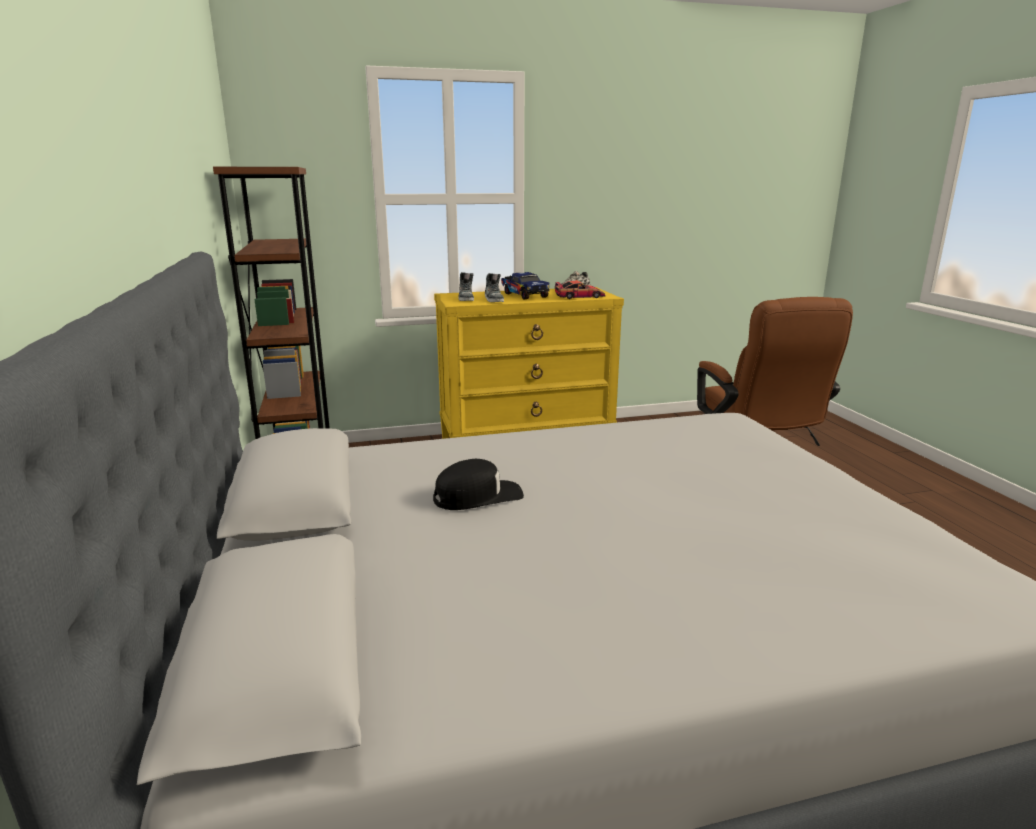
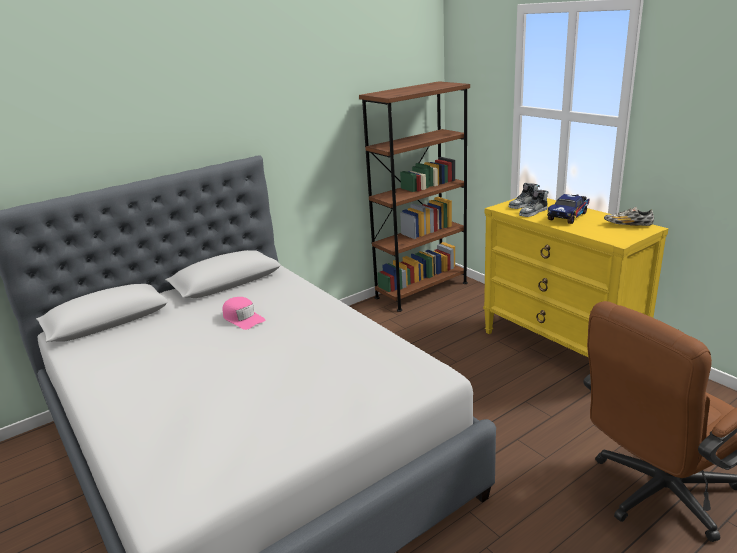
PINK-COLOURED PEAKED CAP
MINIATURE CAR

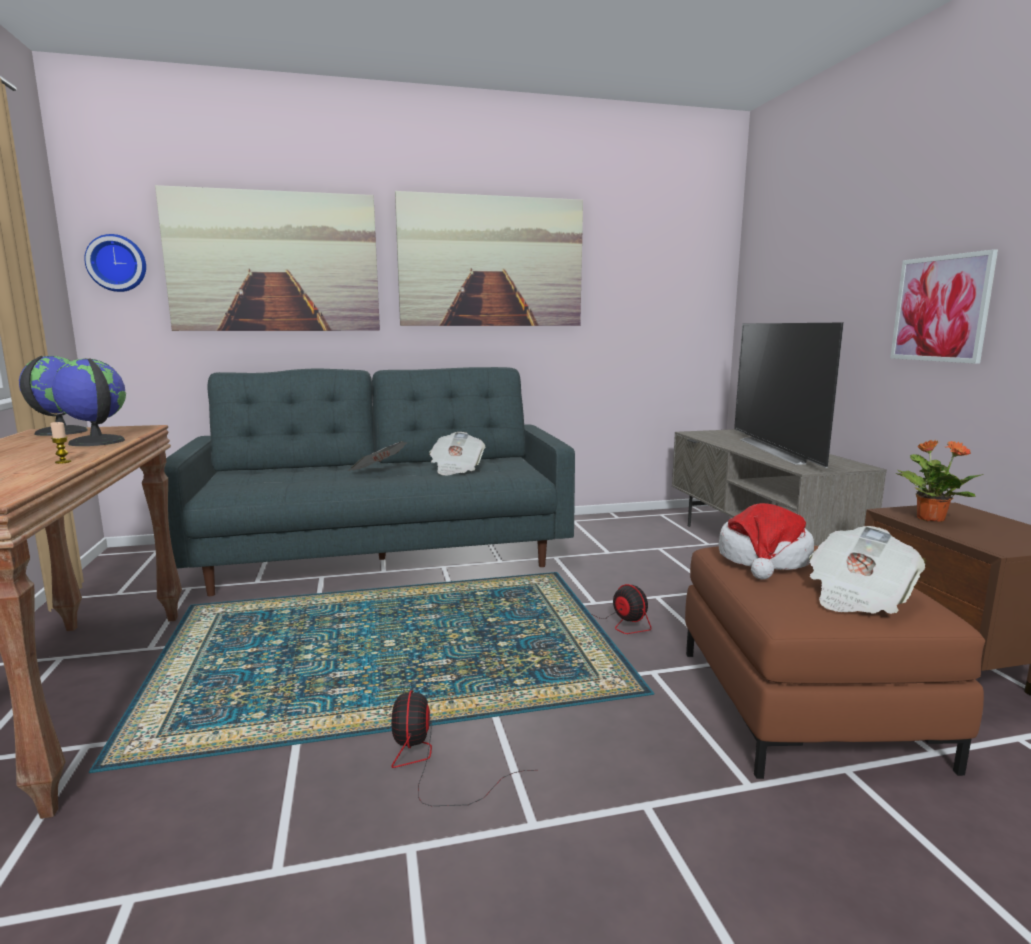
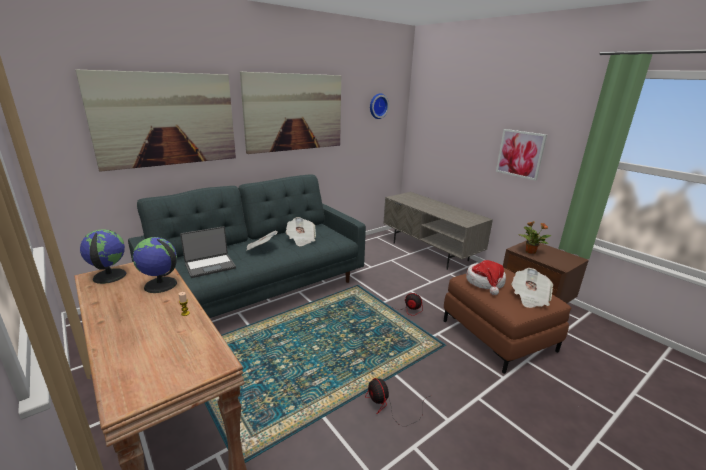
NOTEBOOK COMPUTER
WALL CLOCK
TV SET

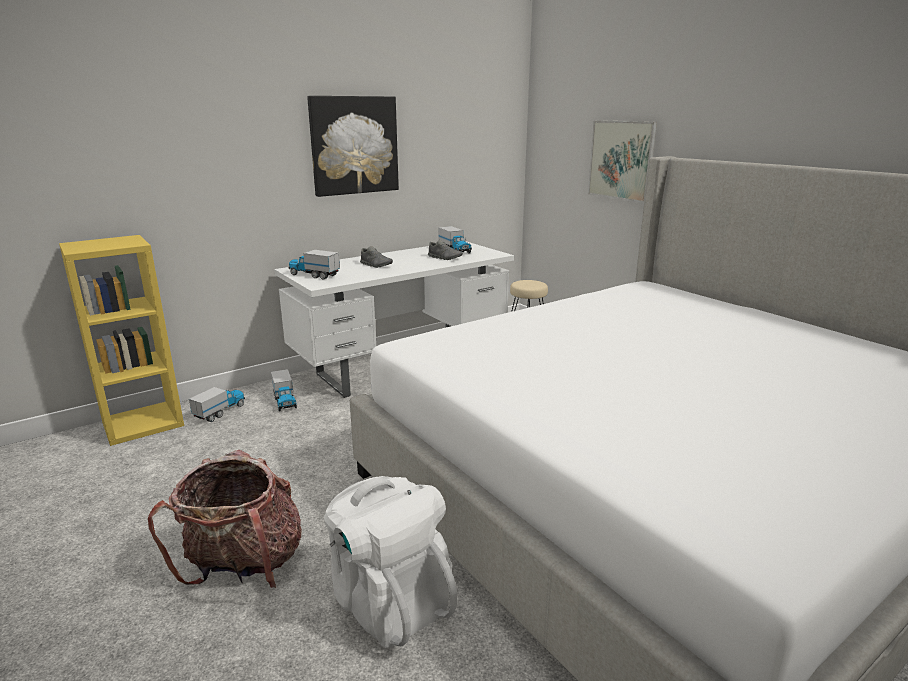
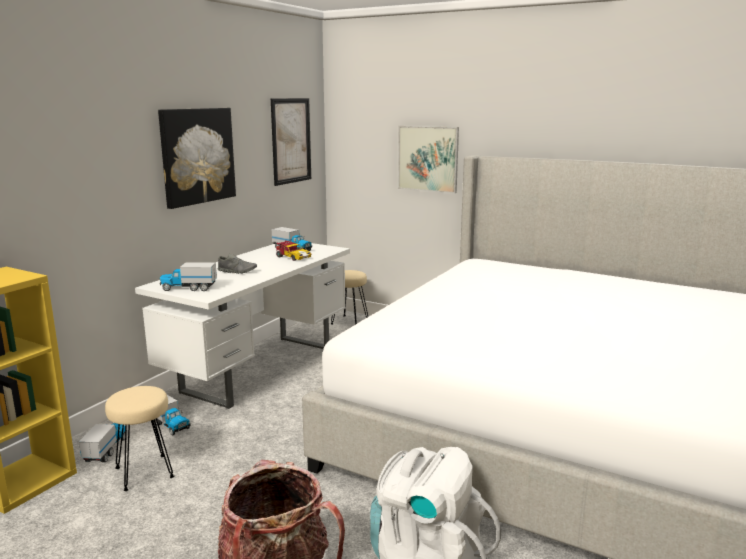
SAND-COLOURED STOOL (no. 1 from left)
PICTURE (no. 2 from left)
MINIATURE CAR

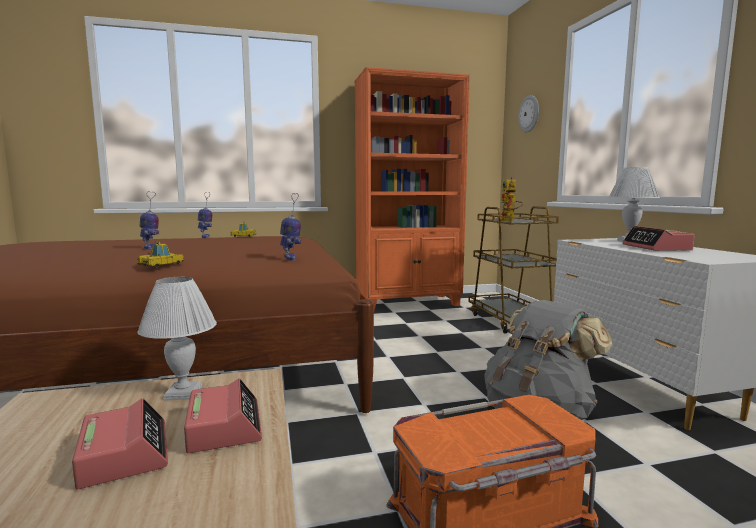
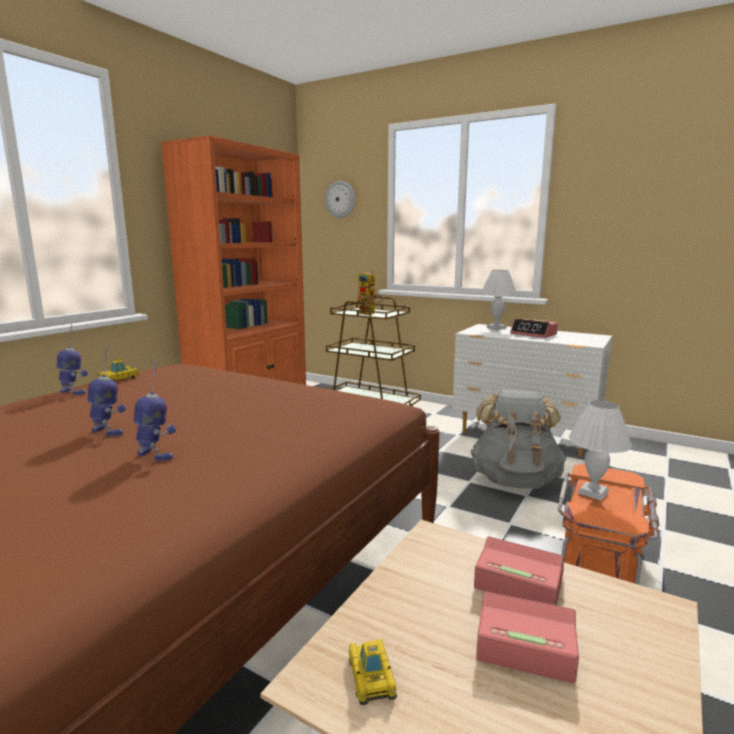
TOY ROBOT (no. 3 from left)
MINIATURE CAR (no. 2 from left)
WHITISH TABLETOP LAMP (no. 2 from left)

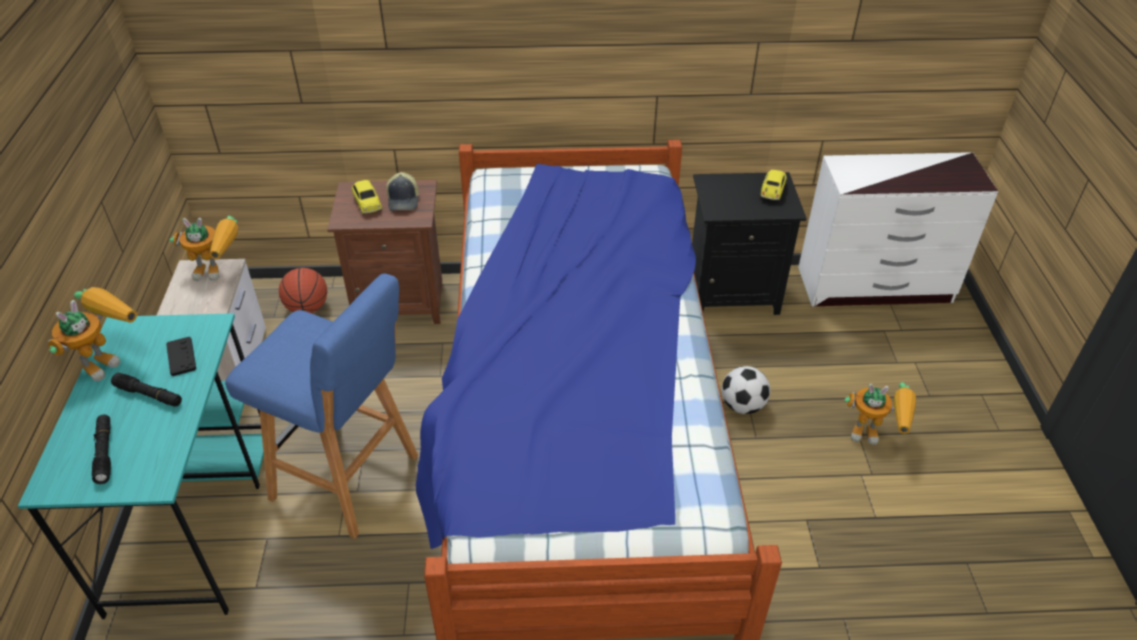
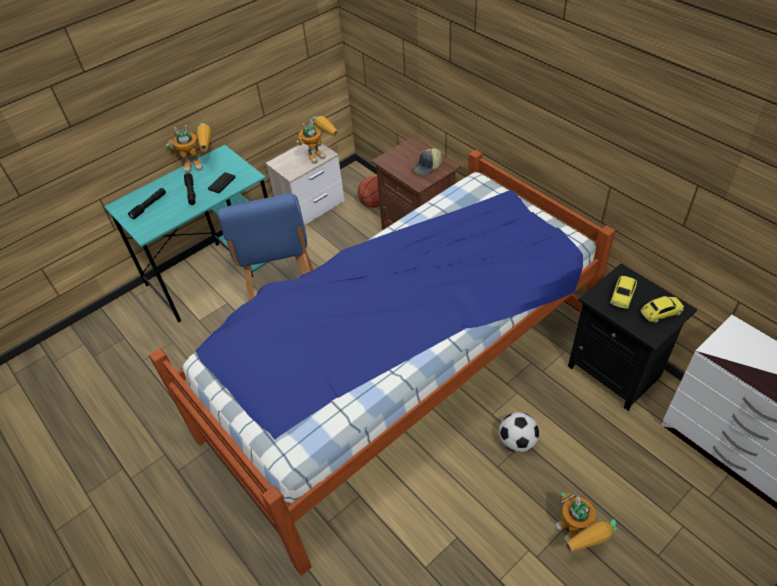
TOY ROBOT (no. 2 from left)
MINIATURE CAR (no. 1 from left)

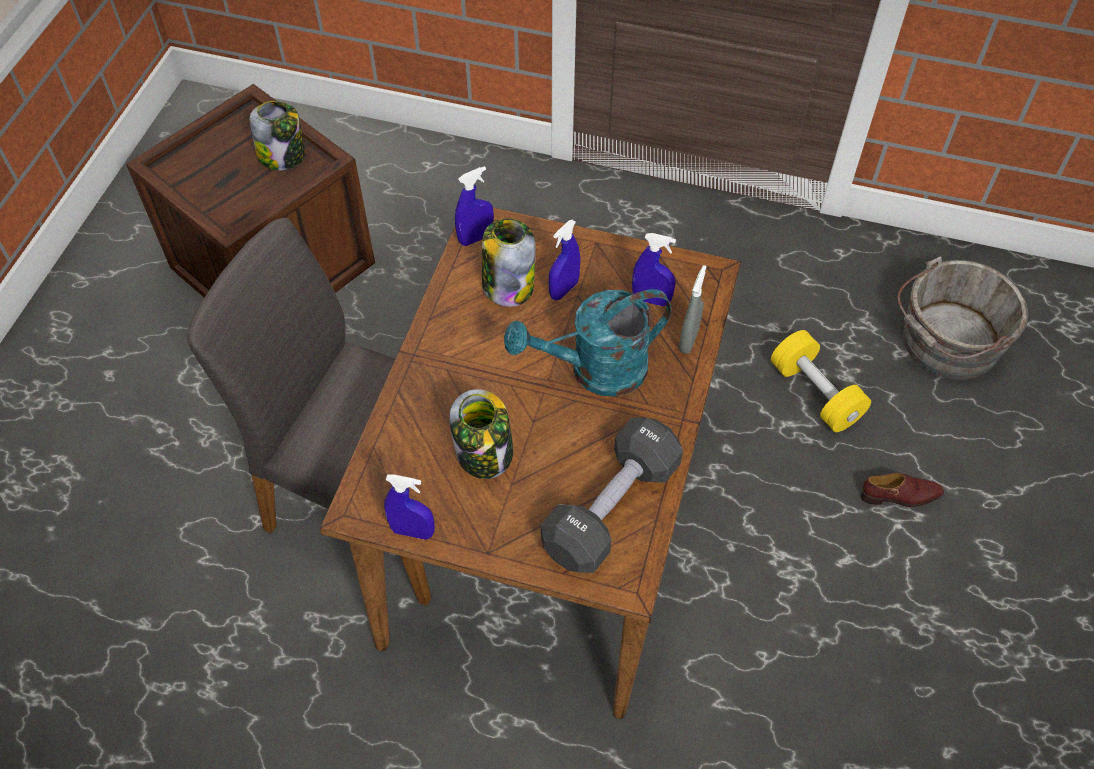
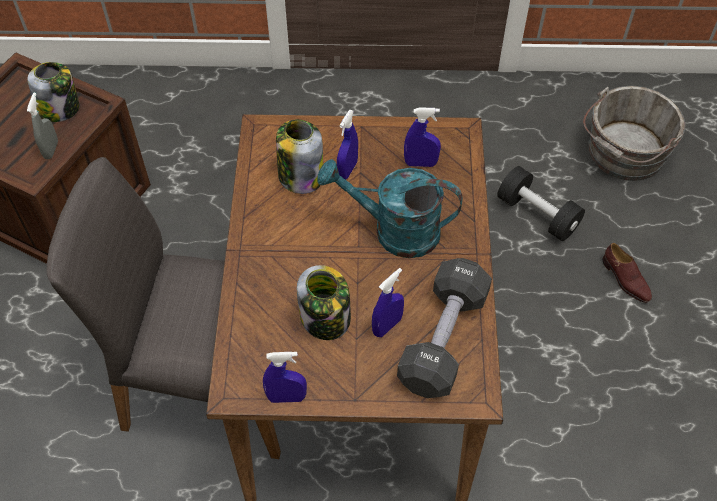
GREYISH HAND SPRAYER
BLUE-GREEN WATERING CAN
BLUE HAND SPRAYER (no. 3 from left)
BLACK DUMBBELL (no. 2 from left)
BROWN-COLOURED SHOE

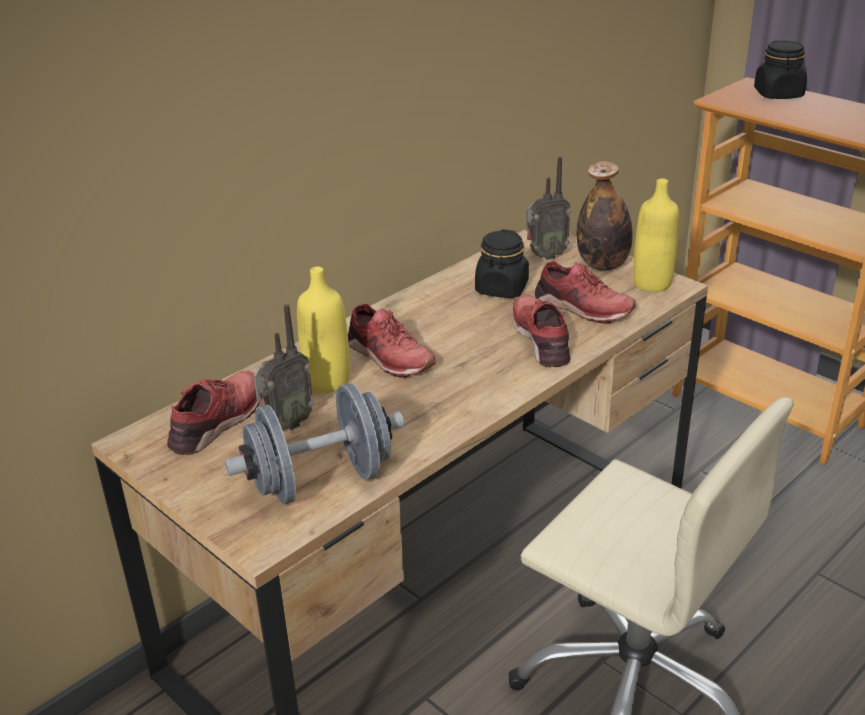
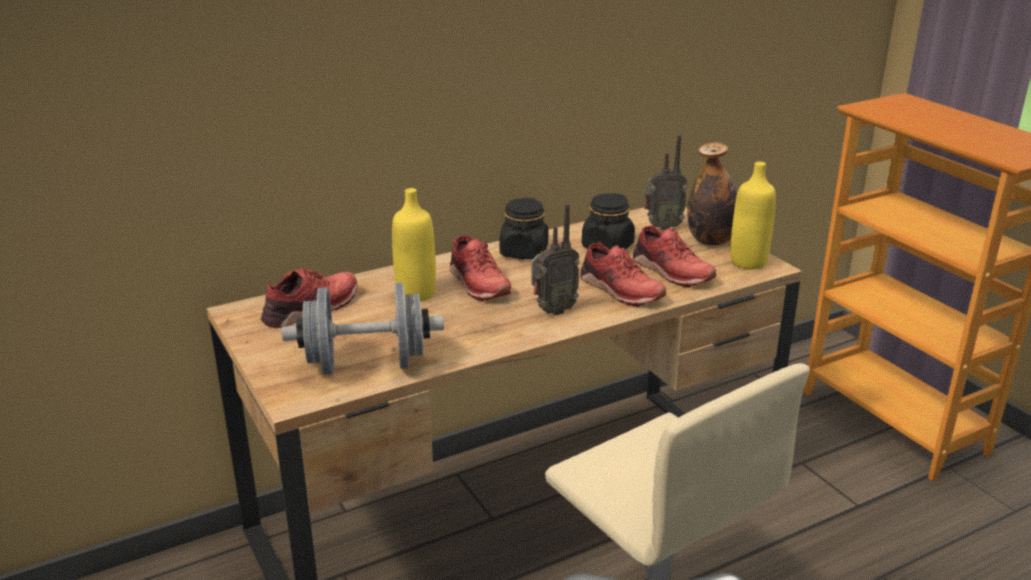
BLACK PRESERVE JAR (no. 1 from left)
RADIO SET (no. 1 from left)
RED-COLOURED SHOE (no. 3 from left)

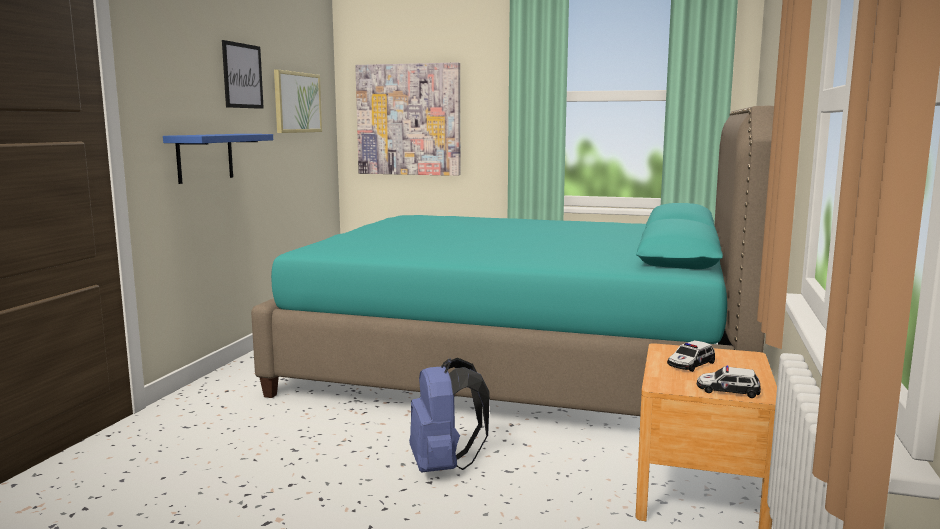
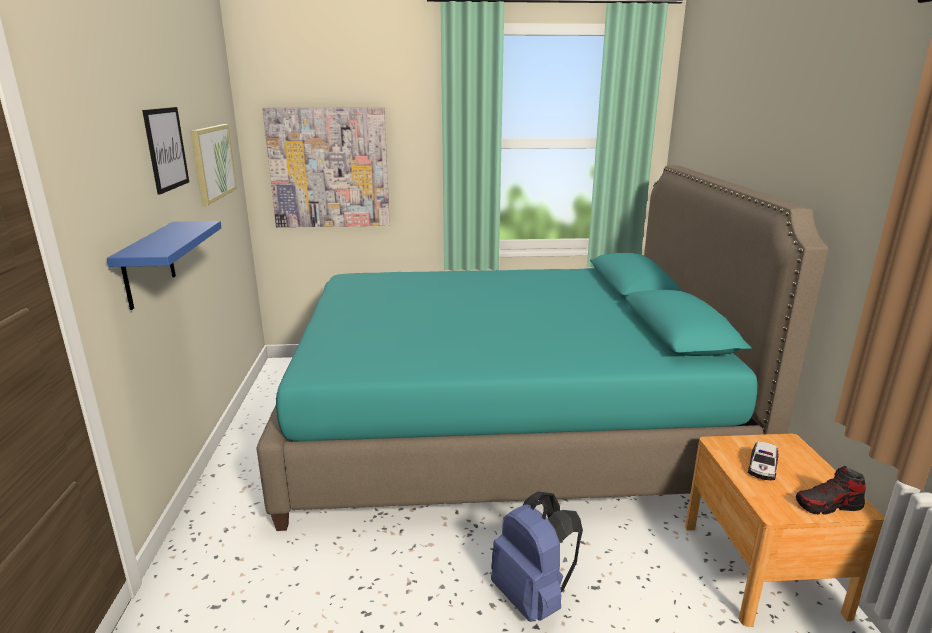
SHOE

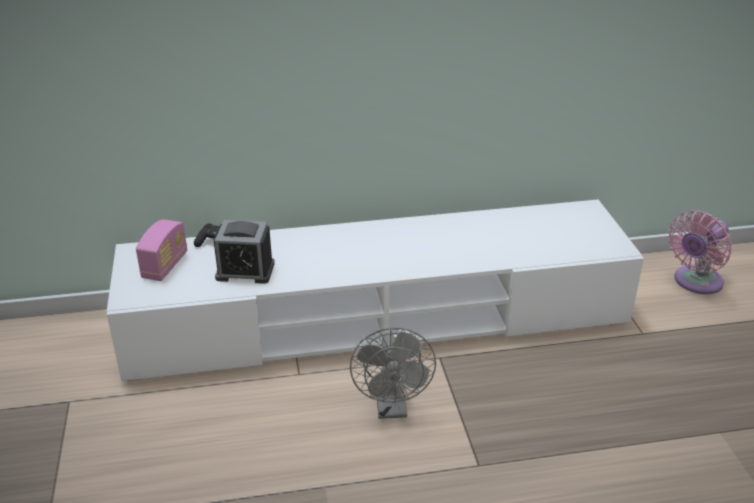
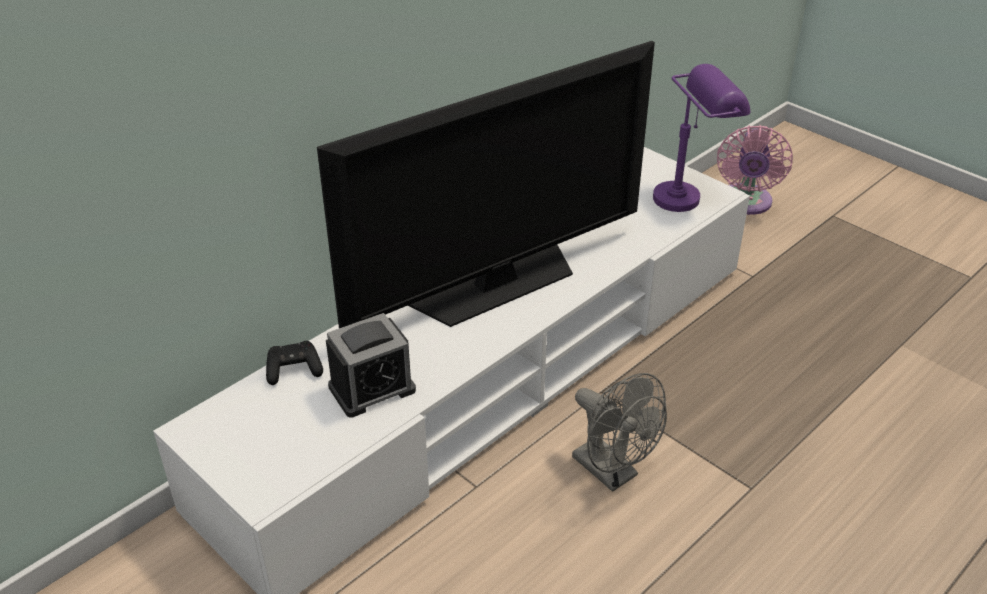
TV SET
PURPLE TABLETOP LAMP
RADIO SET

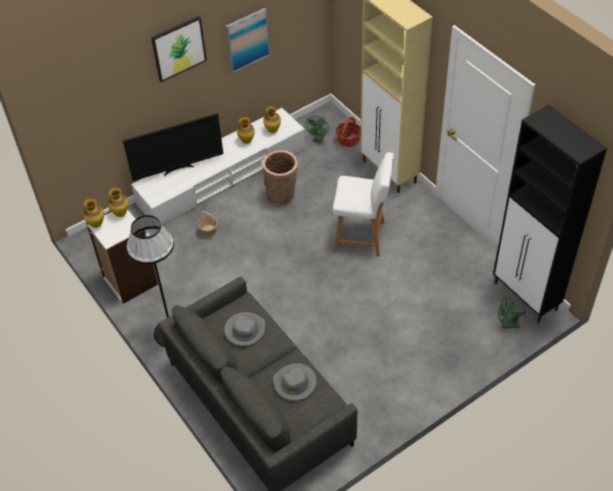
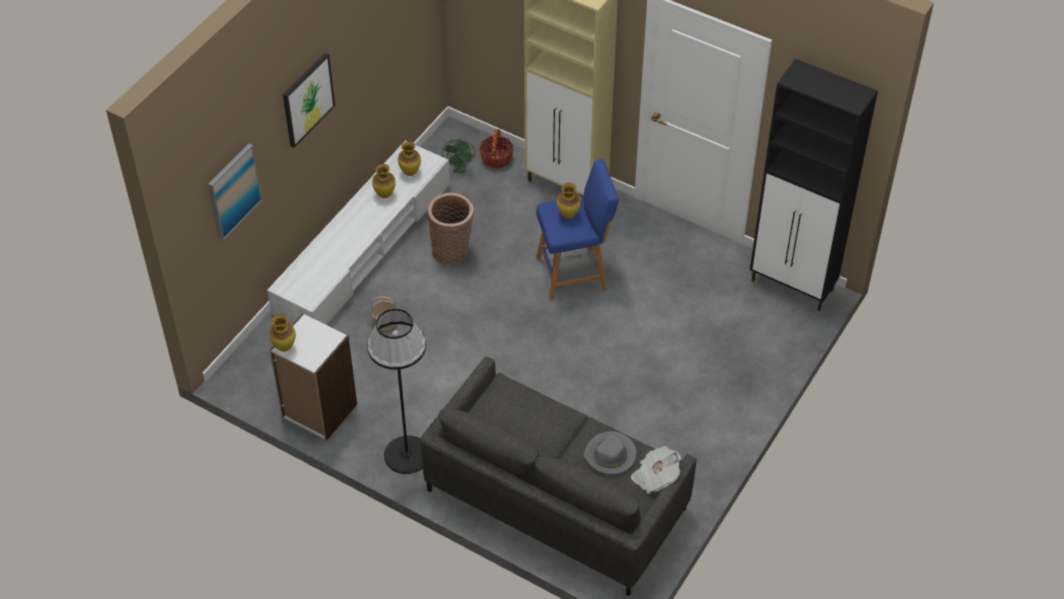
PICTURE (no. 1 from left)
BLUE STOOL
VASE (no. 4 from left)
PRINTED PAPER
TV SET
GREYISH CLOTHING HAT (no. 1 from left in the first image)
GREENISH ELECTRIC FAN (no. 2 from left in the first image)

